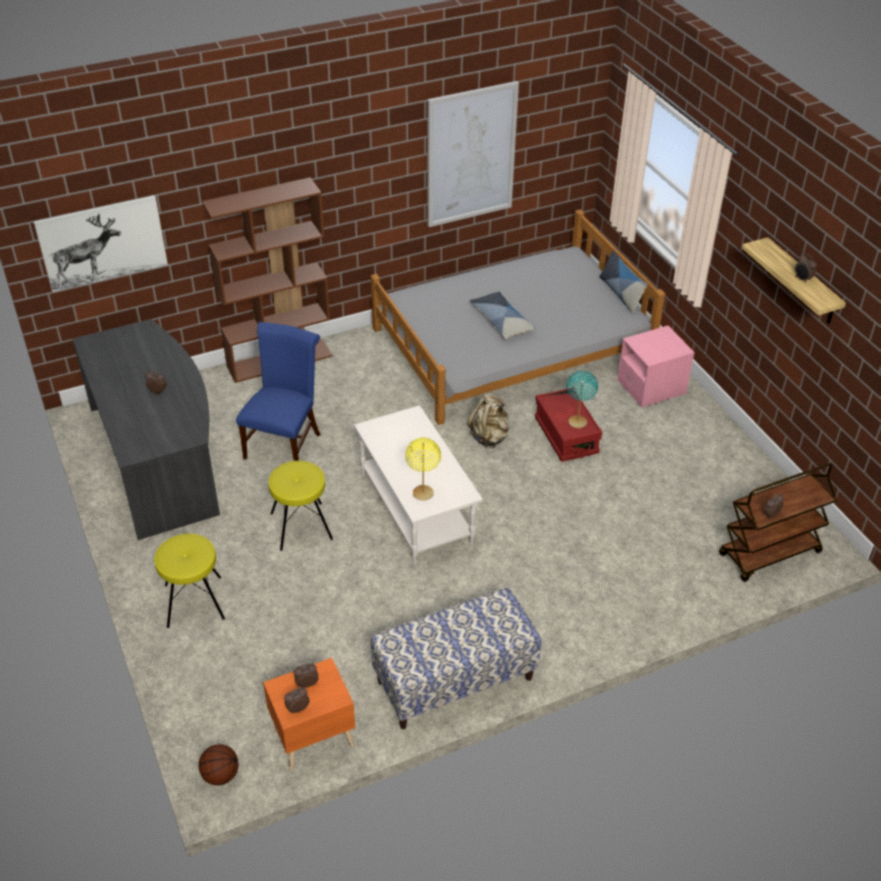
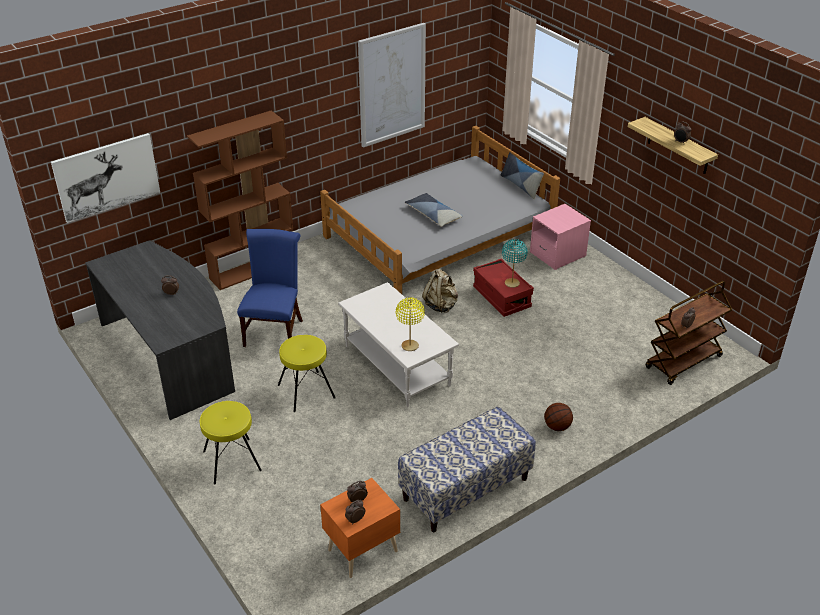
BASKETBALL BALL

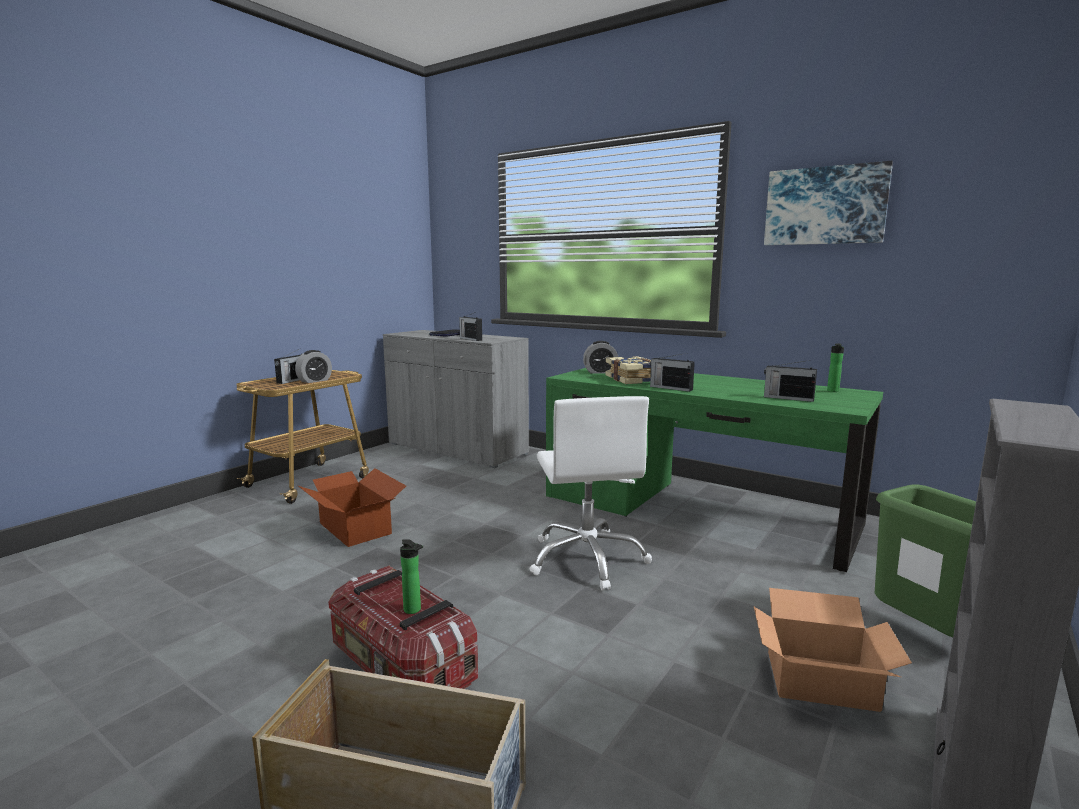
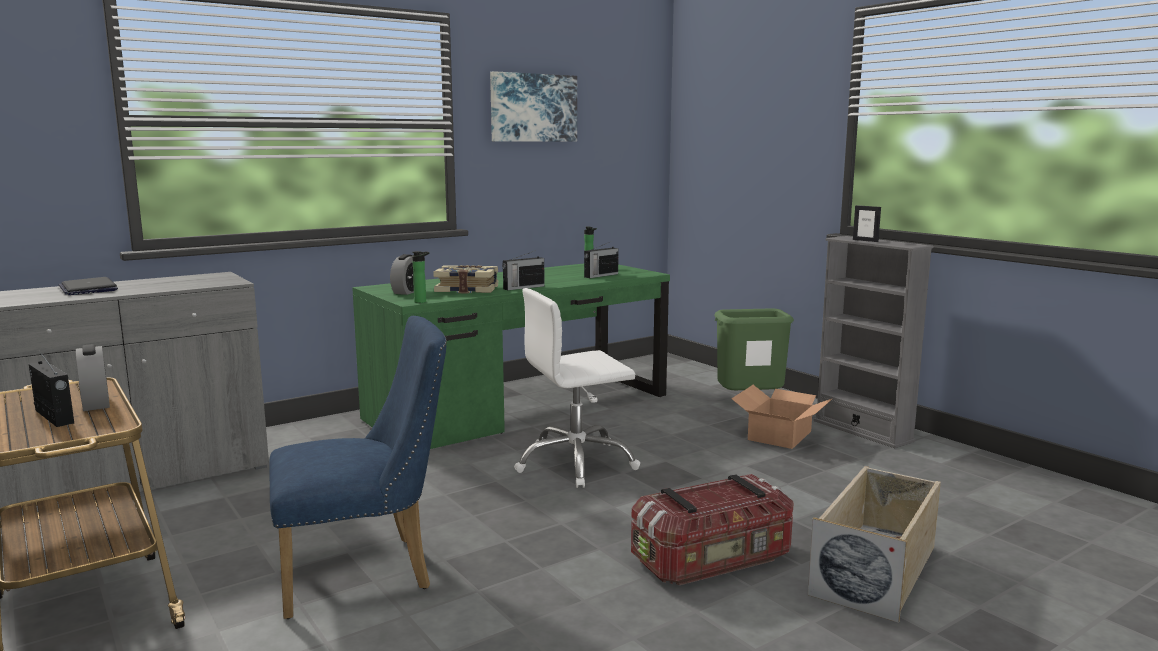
BLUE CHAIR
DRINK BOTTLE (no. 1 from left)
WHITISH OFFICE CHAIR
STANDING FRAME
RADIO SET (no. 2 from left in the first image)

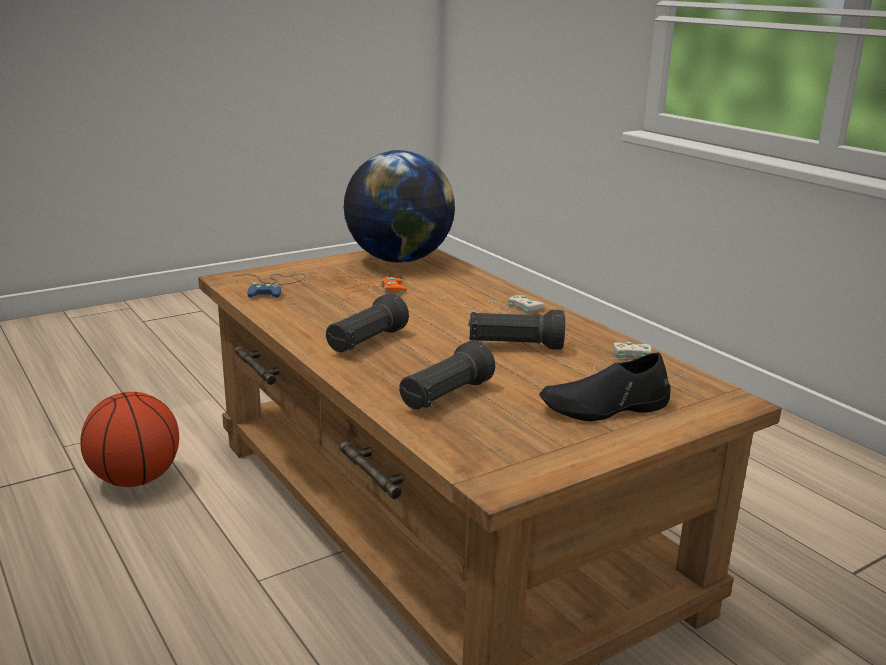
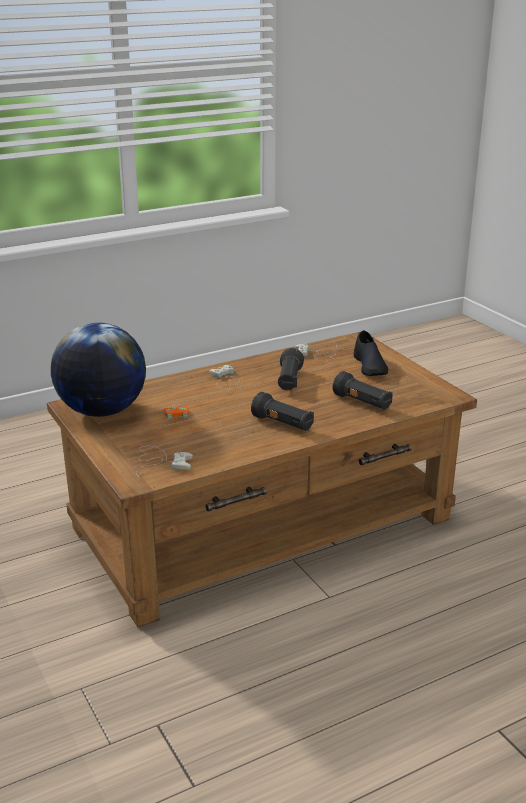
WHITISH GAMEPAD (no. 1 from left)
BASKETBALL BALL

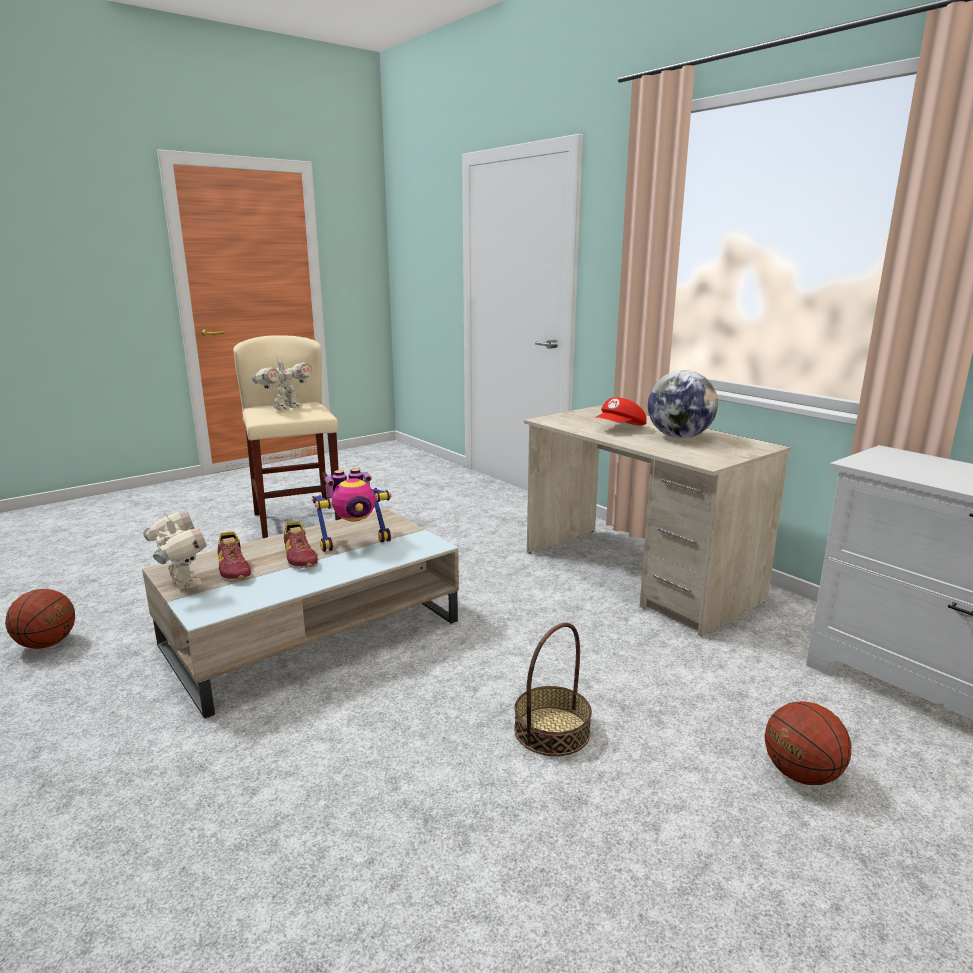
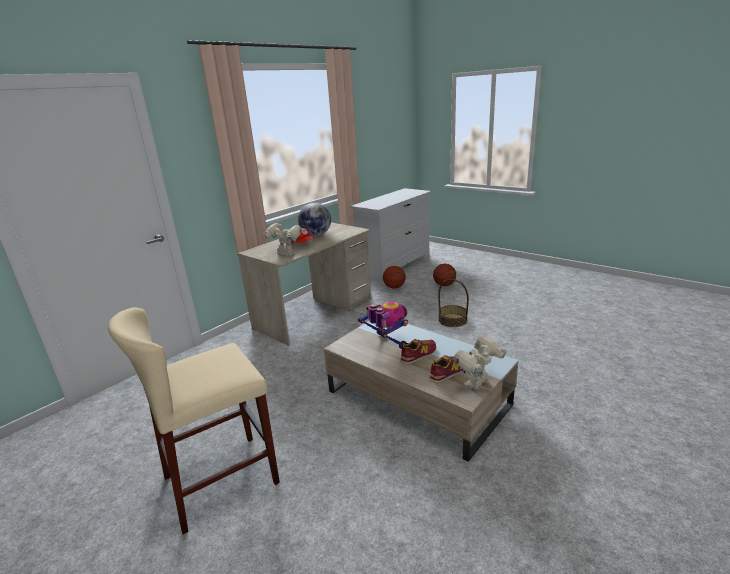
TOY ROBOT (no. 1 from left)
BASKETBALL BALL (no. 1 from left)

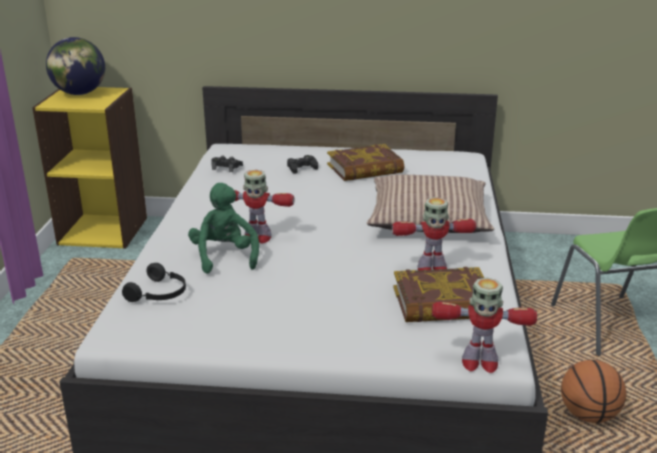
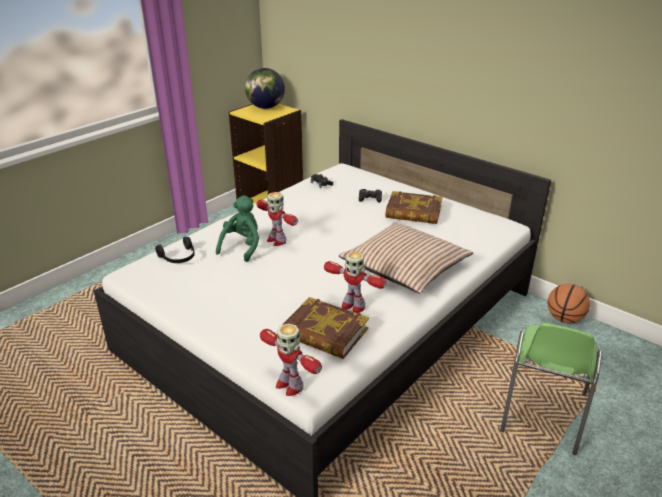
BASKETBALL BALL

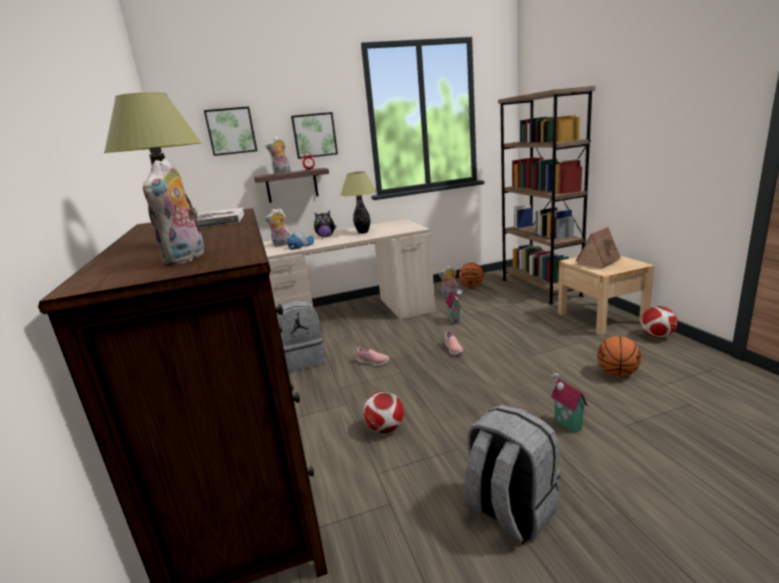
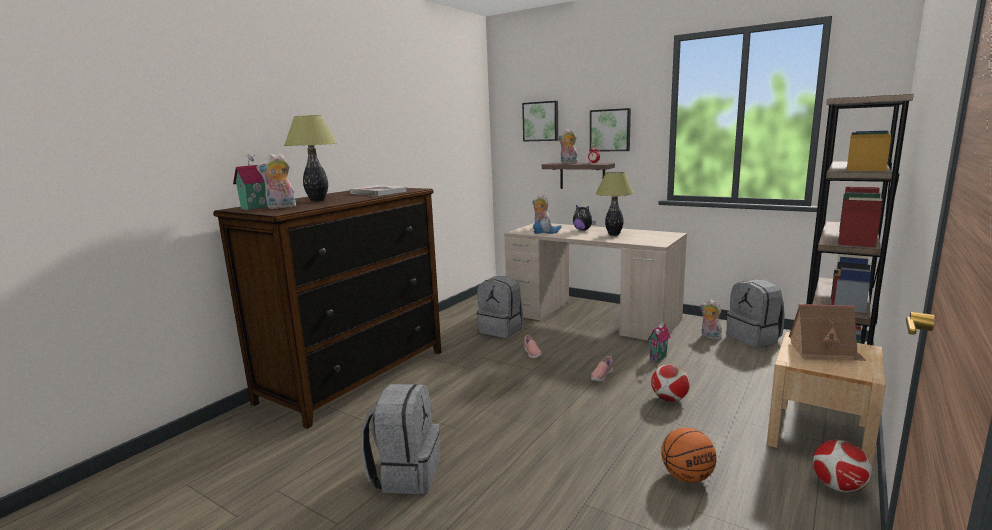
MODEL HOUSE (no. 1 from left)
BALL FOR FOOTBALL (no. 1 from left)
GREYISH KNAPSACK (no. 3 from left)

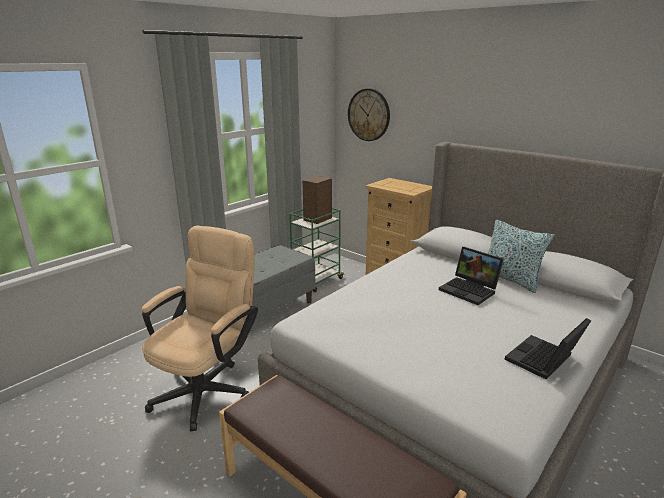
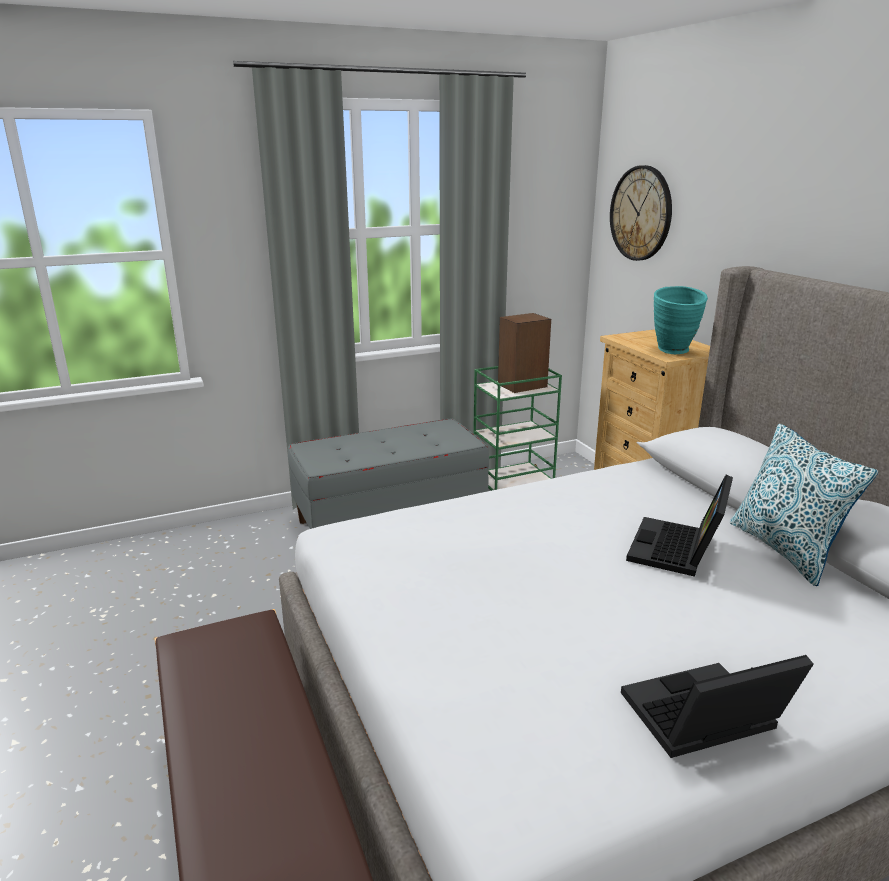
NOTEBOOK COMPUTER (no. 1 from left)
BLUE-GREEN VASE
SAND-COLOURED OFFICE CHAIR

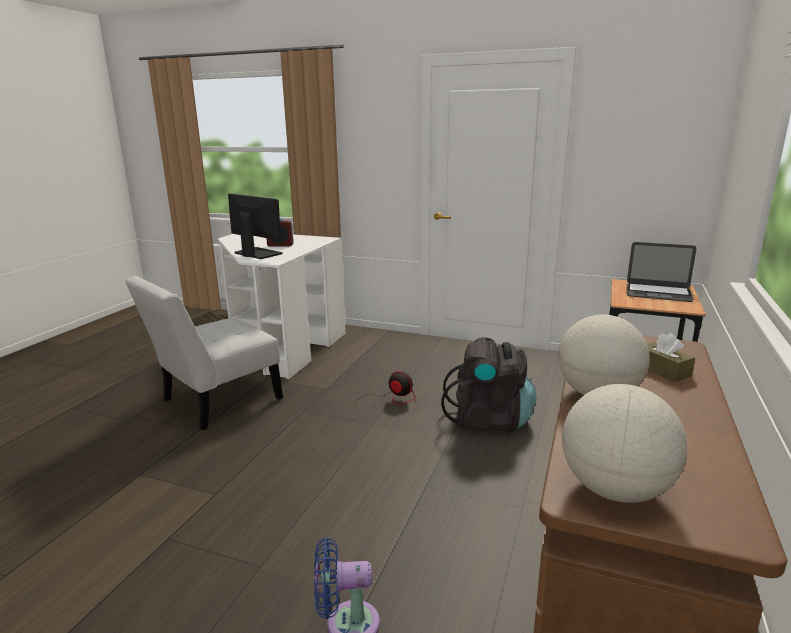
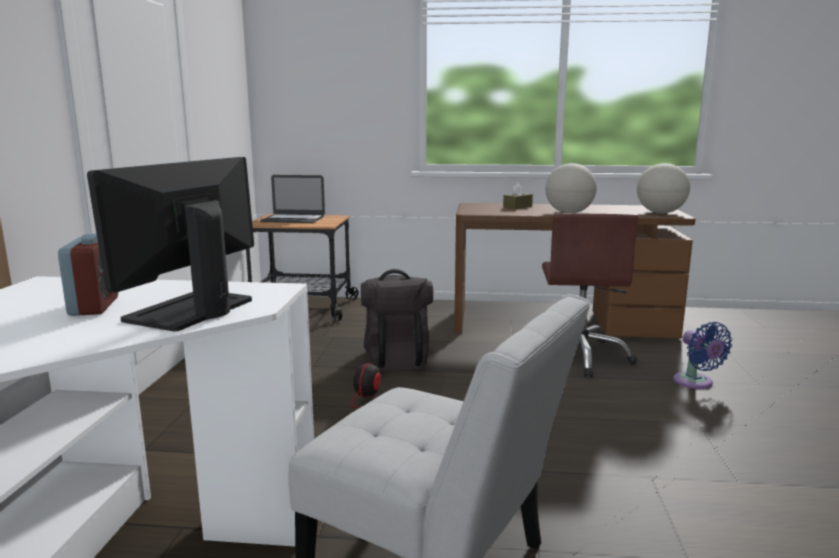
NOTEBOOK COMPUTER
BROWN-COLOURED OFFICE CHAIR

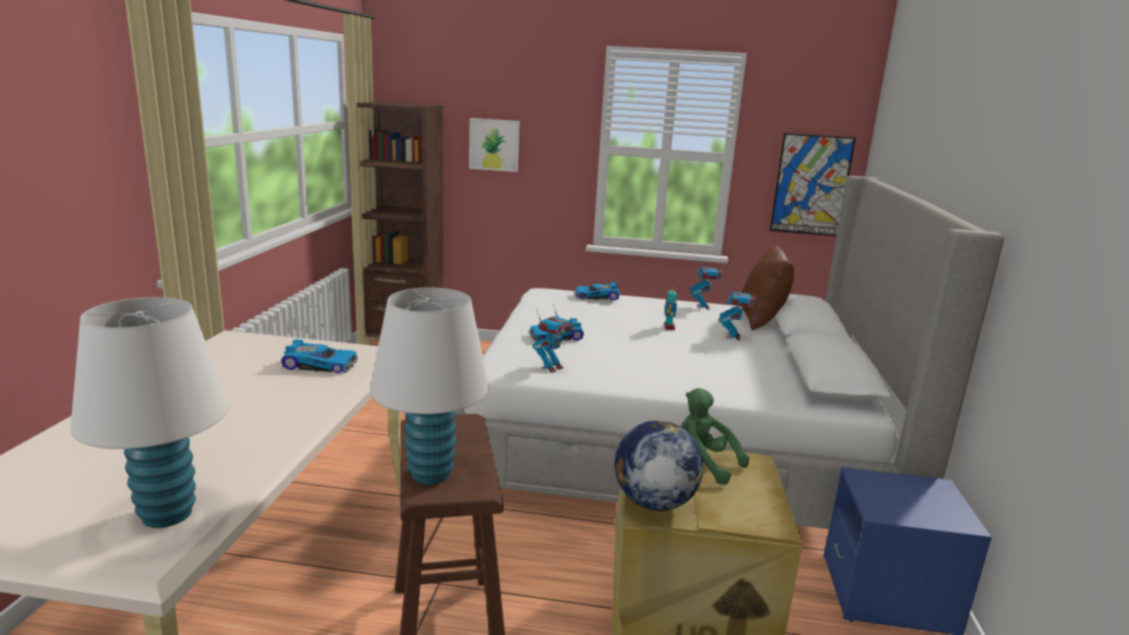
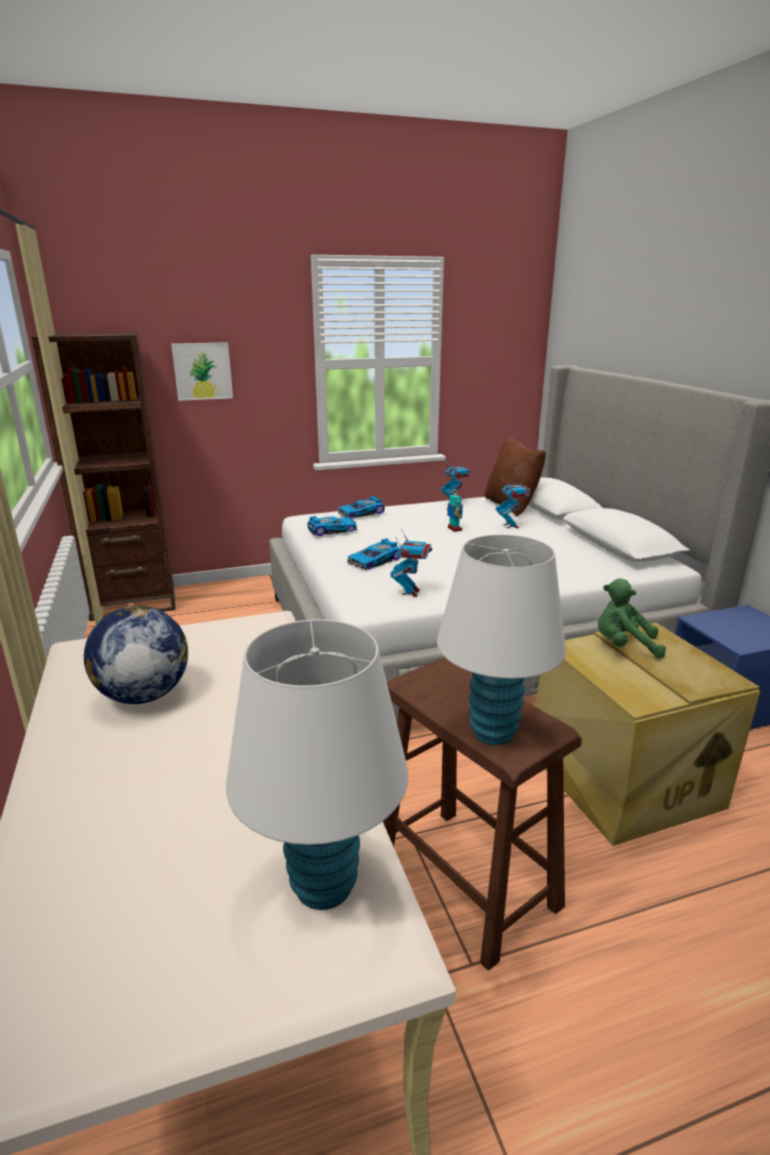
GLOBE
MINIATURE CAR (no. 1 from left)
PICTURE (no. 2 from left in the first image)

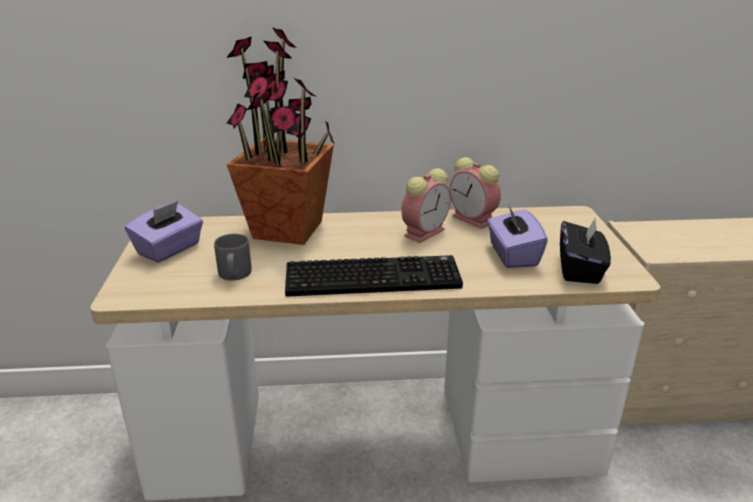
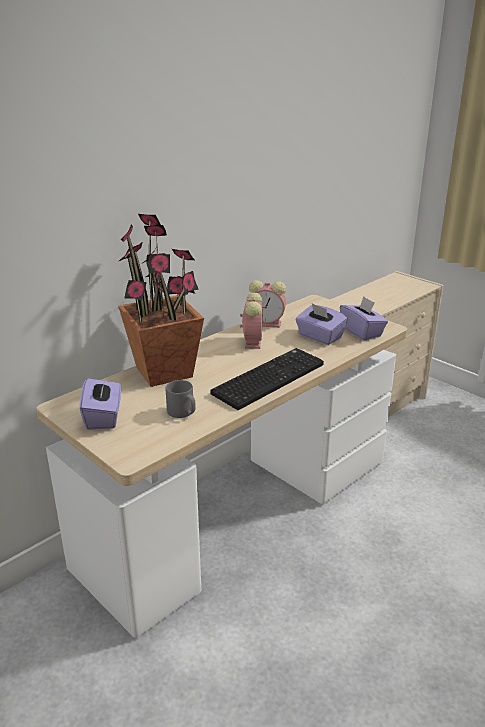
PURPLE TISSUE BOX (no. 3 from left)

